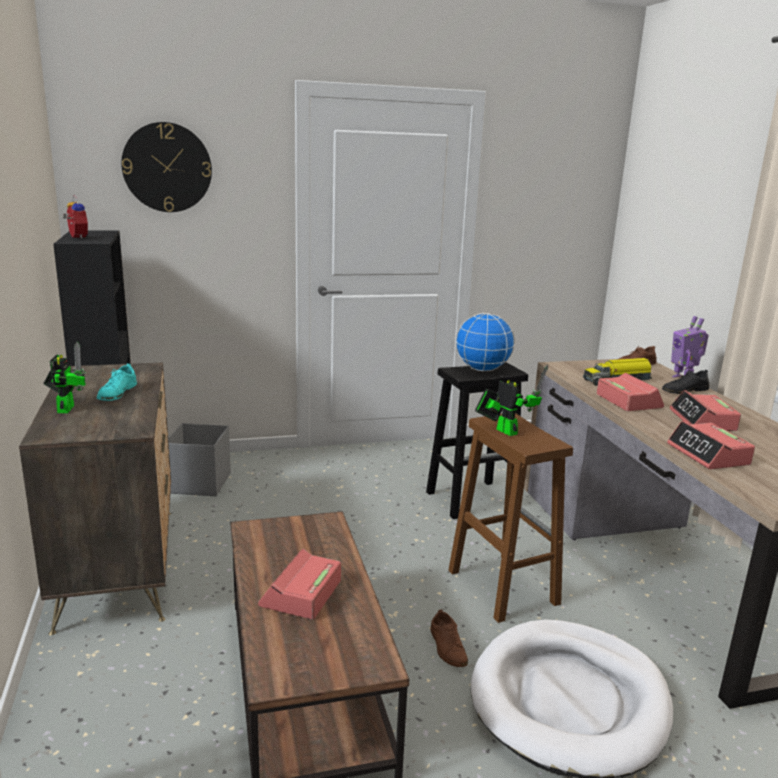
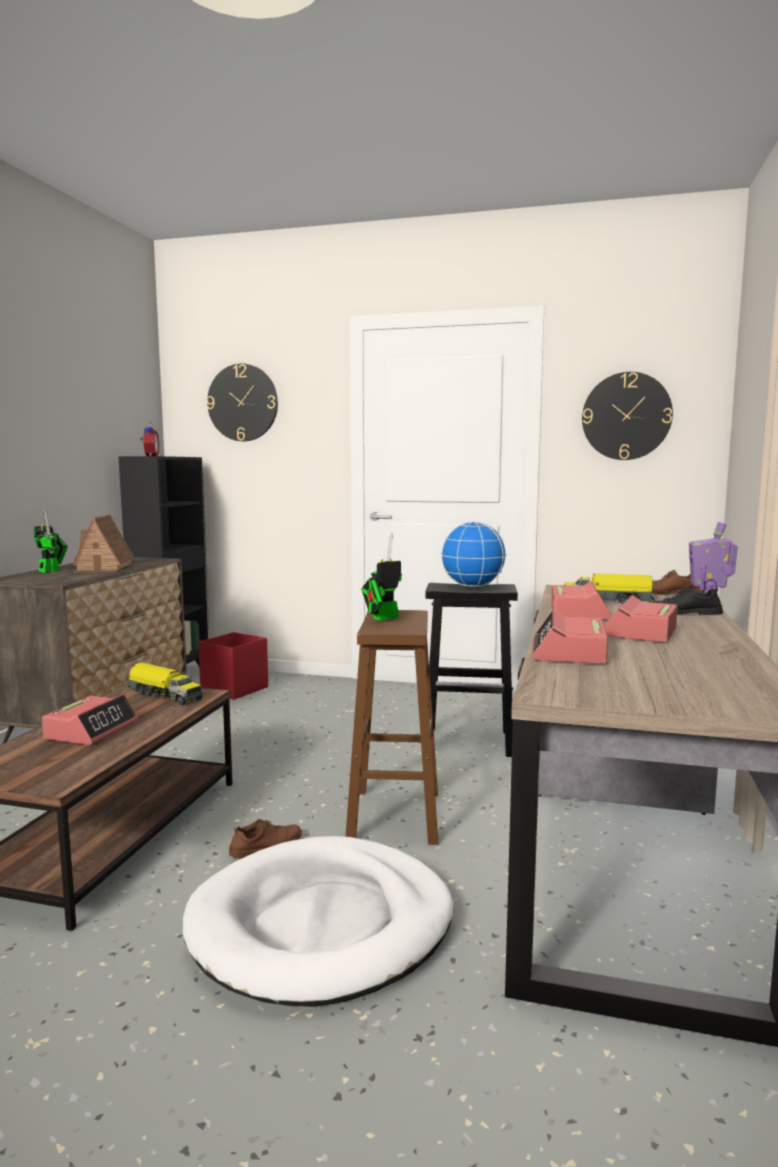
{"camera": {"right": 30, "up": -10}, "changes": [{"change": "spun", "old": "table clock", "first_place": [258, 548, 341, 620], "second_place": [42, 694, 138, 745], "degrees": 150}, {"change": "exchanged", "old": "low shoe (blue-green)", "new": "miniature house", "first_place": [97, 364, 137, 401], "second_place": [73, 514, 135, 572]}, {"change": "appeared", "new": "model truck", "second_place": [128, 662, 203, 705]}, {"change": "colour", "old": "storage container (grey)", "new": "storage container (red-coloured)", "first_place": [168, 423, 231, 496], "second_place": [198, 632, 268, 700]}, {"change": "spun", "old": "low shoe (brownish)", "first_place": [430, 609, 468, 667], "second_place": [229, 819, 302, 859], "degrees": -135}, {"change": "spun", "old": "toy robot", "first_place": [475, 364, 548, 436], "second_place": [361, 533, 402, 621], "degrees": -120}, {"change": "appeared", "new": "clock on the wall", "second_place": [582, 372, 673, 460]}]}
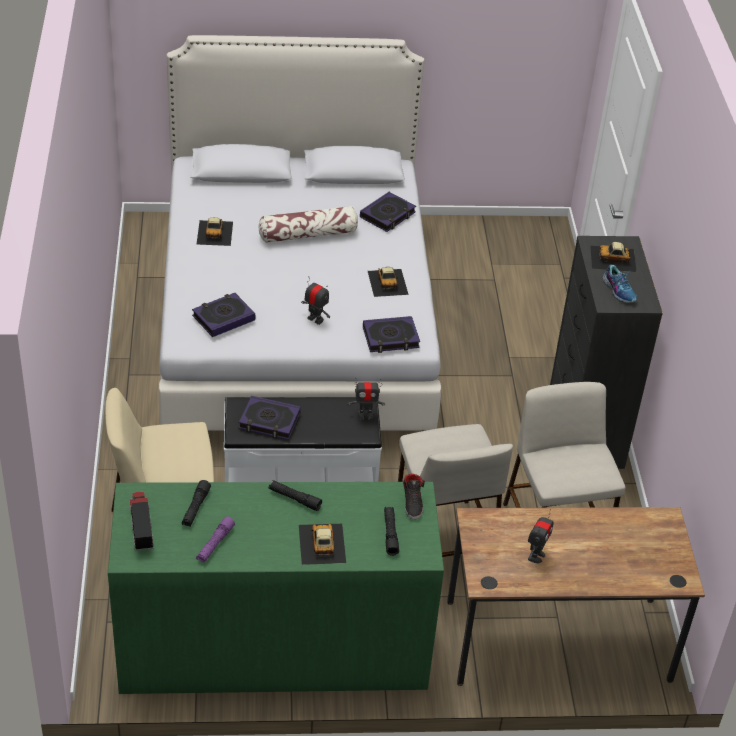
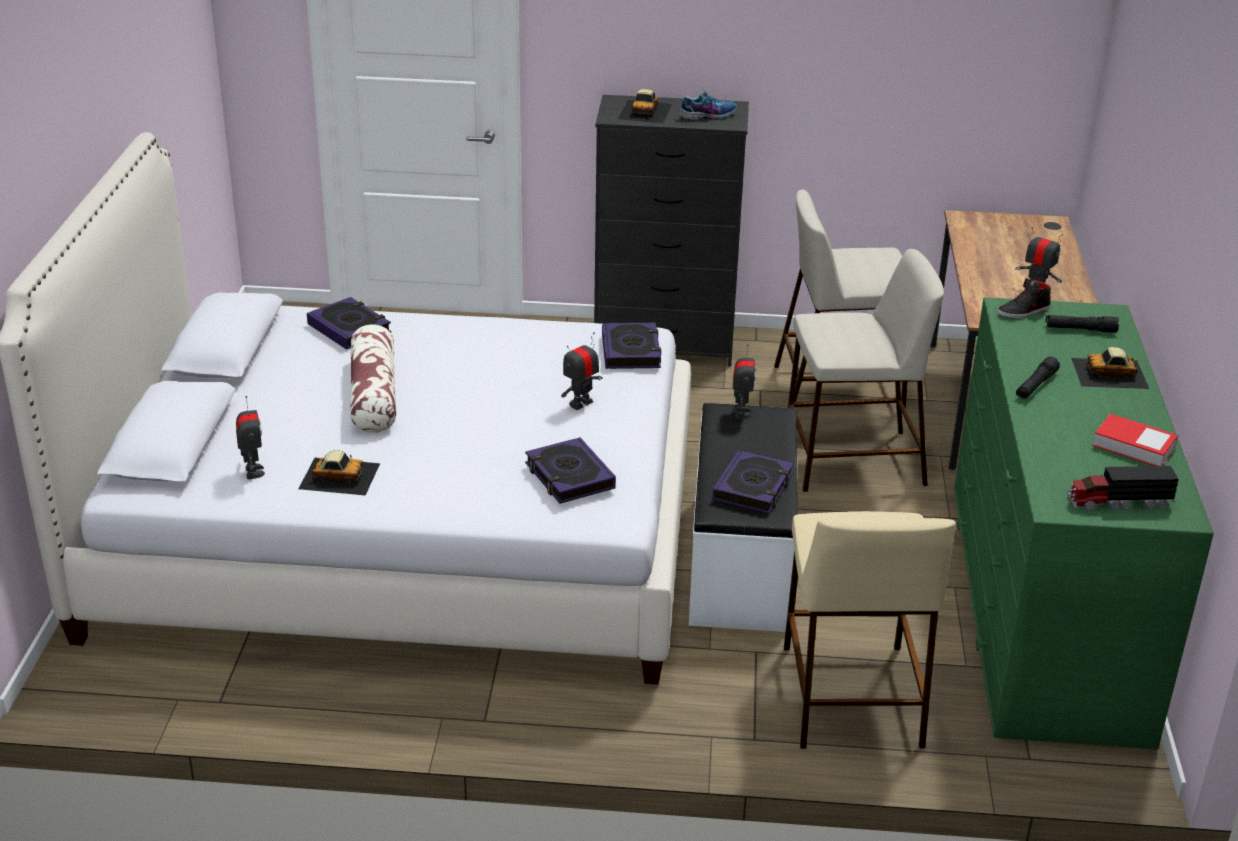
{"camera": {"right": -80, "up": -10}, "changes": [{"change": "appeared", "new": "toy robot", "second_place": [236, 396, 265, 479]}, {"change": "spun", "old": "low shoe (blackish)", "first_place": [403, 474, 425, 519], "second_place": [997, 278, 1051, 318], "degrees": 150}, {"change": "exchanged", "old": "hand torch (purple)", "new": "bound book", "first_place": [196, 516, 235, 563], "second_place": [1092, 414, 1178, 466]}, {"change": "missing", "old": "hand torch (blackish)", "first_place": [182, 480, 211, 527]}, {"change": "missing", "old": "miniature car", "first_place": [368, 267, 409, 297]}]}
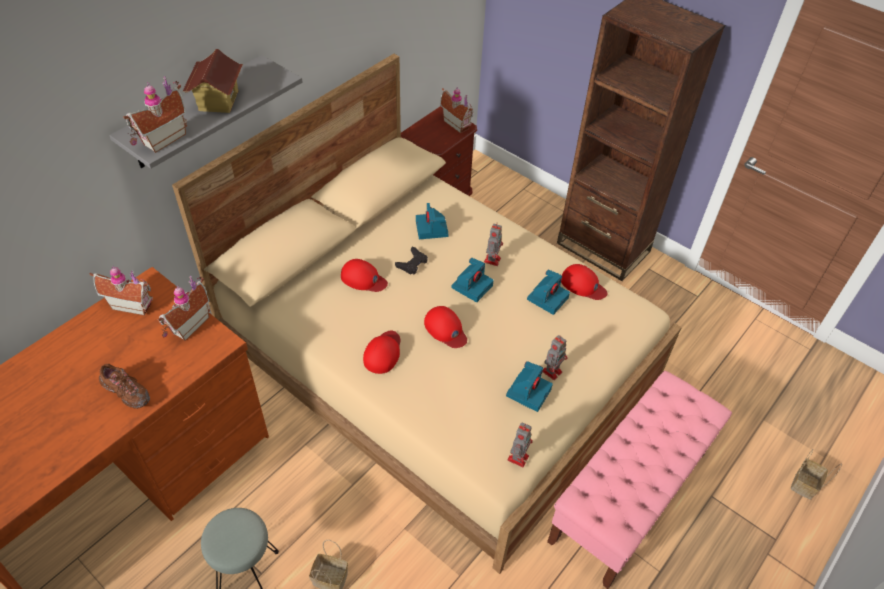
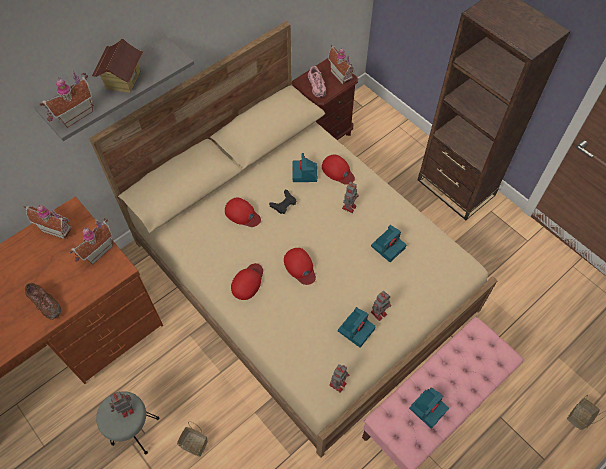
{"camera": {"right": 10, "up": 10}, "changes": [{"change": "appeared", "new": "toy robot", "second_place": [109, 391, 134, 418]}, {"change": "appeared", "new": "low shoe (pinkish)", "second_place": [308, 66, 326, 97]}, {"change": "relocated", "old": "baseball cap (red-coloured)", "first_place": [561, 264, 607, 300], "second_place": [322, 155, 355, 185]}, {"change": "relocated", "old": "still camera", "first_place": [451, 258, 494, 302], "second_place": [409, 387, 449, 429]}]}
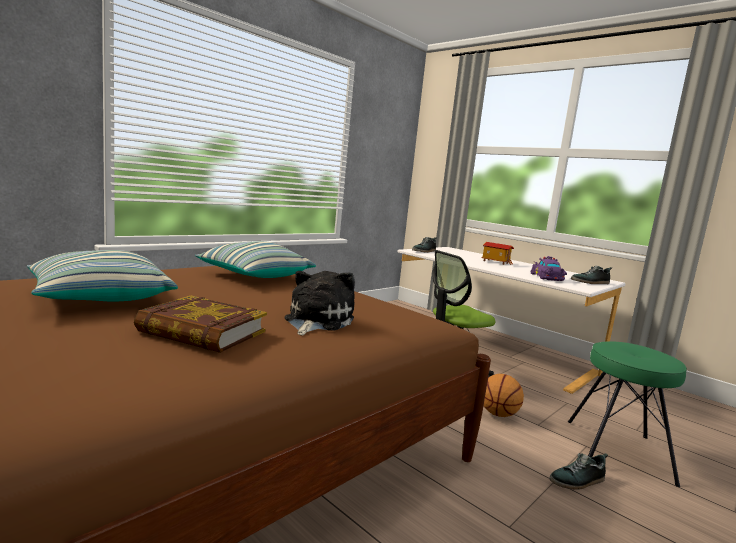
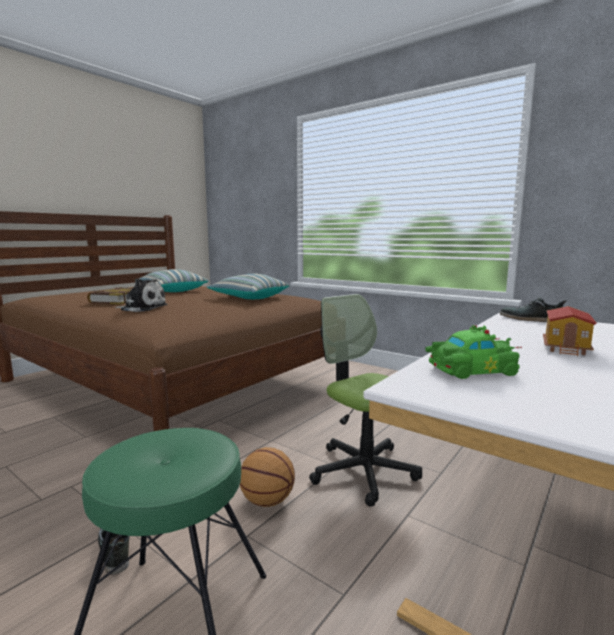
{"camera": {"right": 85, "up": 0}, "changes": [{"change": "colour", "old": "miniature car (purple)", "new": "miniature car (greenish)", "first_place": [530, 256, 567, 281], "second_place": [425, 325, 522, 379]}, {"change": "missing", "old": "low shoe", "first_place": [571, 266, 612, 284]}]}
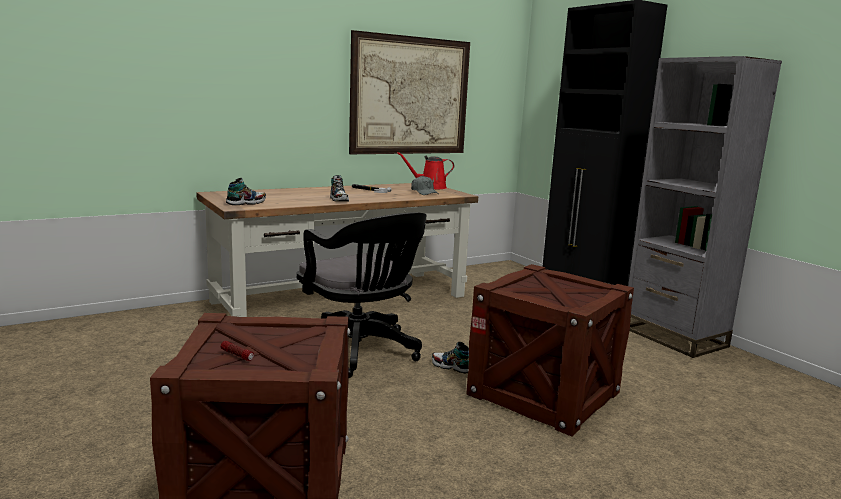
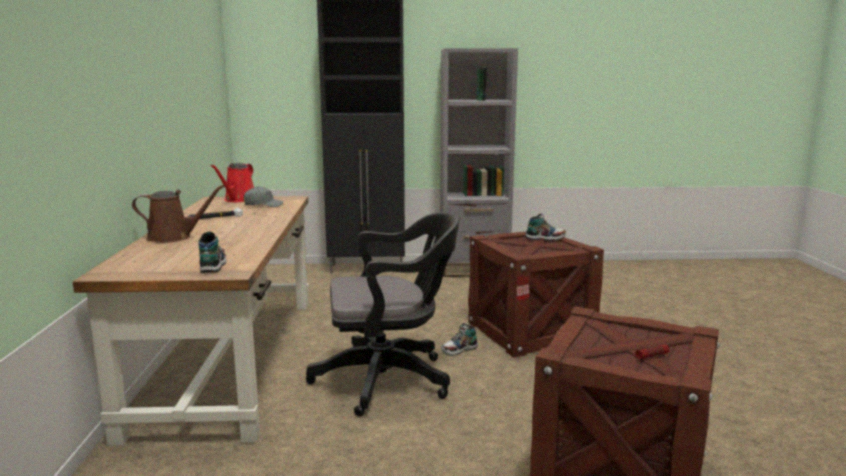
{"camera": {"right": -60, "up": 0}, "changes": [{"change": "appeared", "new": "watering pot (brownish)", "second_place": [132, 185, 225, 243]}, {"change": "relocated", "old": "low shoe", "first_place": [330, 175, 349, 202], "second_place": [525, 214, 566, 241]}, {"change": "missing", "old": "picture", "first_place": [349, 30, 470, 154]}]}
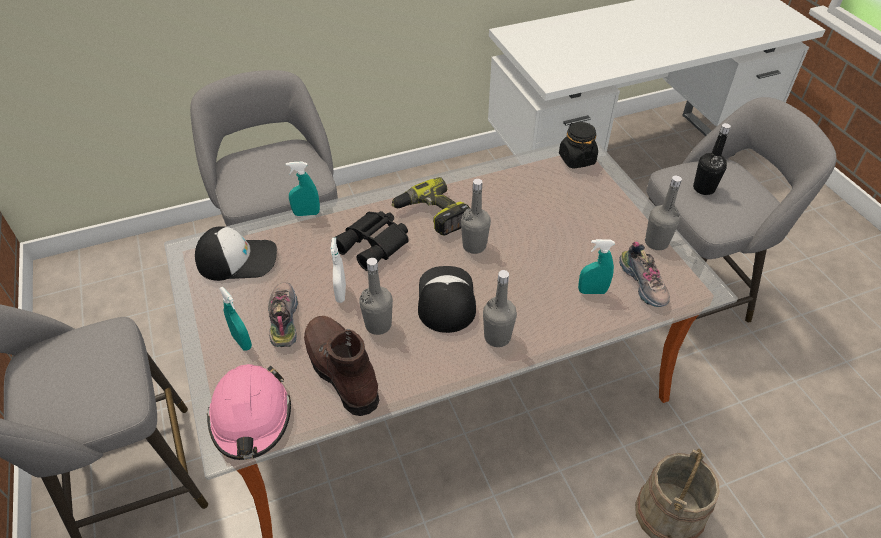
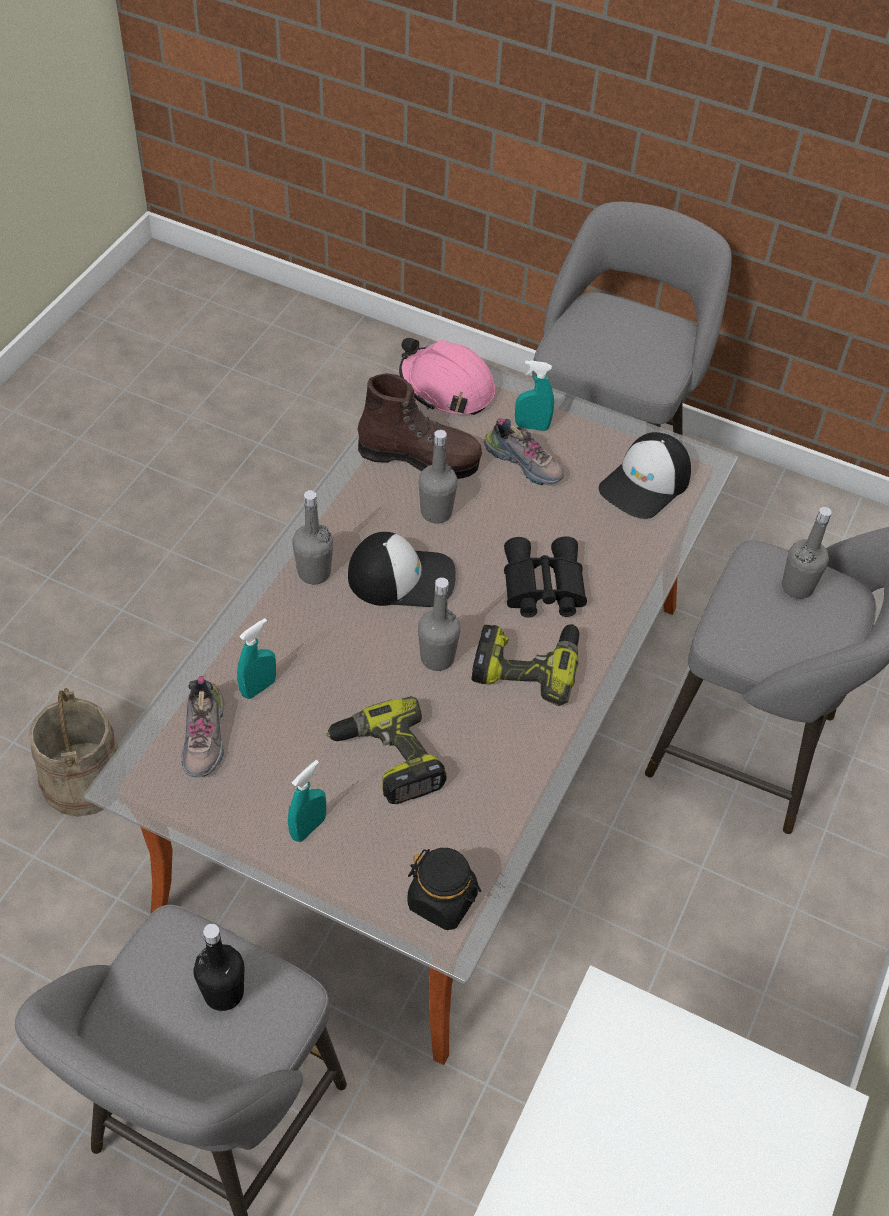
{"camera": {"right": 135, "up": 5}, "changes": [{"change": "spun", "old": "low shoe", "first_place": [619, 242, 670, 307], "second_place": [182, 676, 224, 777], "degrees": -120}, {"change": "relocated", "old": "spray bottle (blue-green)", "first_place": [286, 162, 320, 216], "second_place": [288, 760, 326, 842]}, {"change": "appeared", "new": "drill", "second_place": [326, 696, 447, 804]}, {"change": "spun", "old": "baseball cap", "first_place": [418, 266, 476, 333], "second_place": [348, 532, 456, 607], "degrees": -45}, {"change": "relocated", "old": "drink bottle (grey)", "first_place": [645, 175, 682, 250], "second_place": [782, 507, 832, 599]}, {"change": "missing", "old": "spray bottle (whitish)", "first_place": [331, 238, 346, 303]}]}
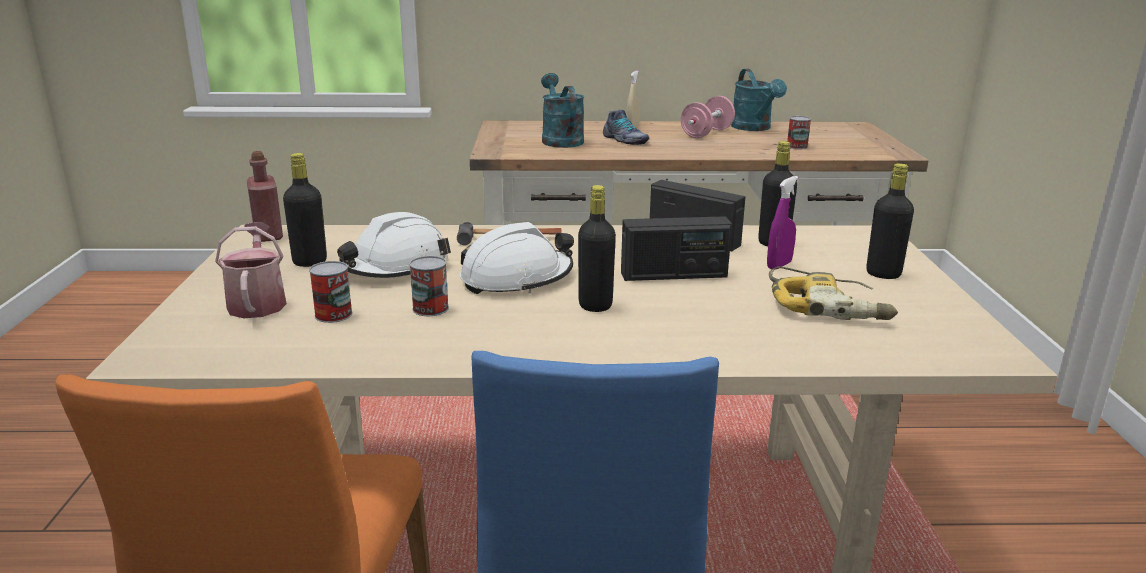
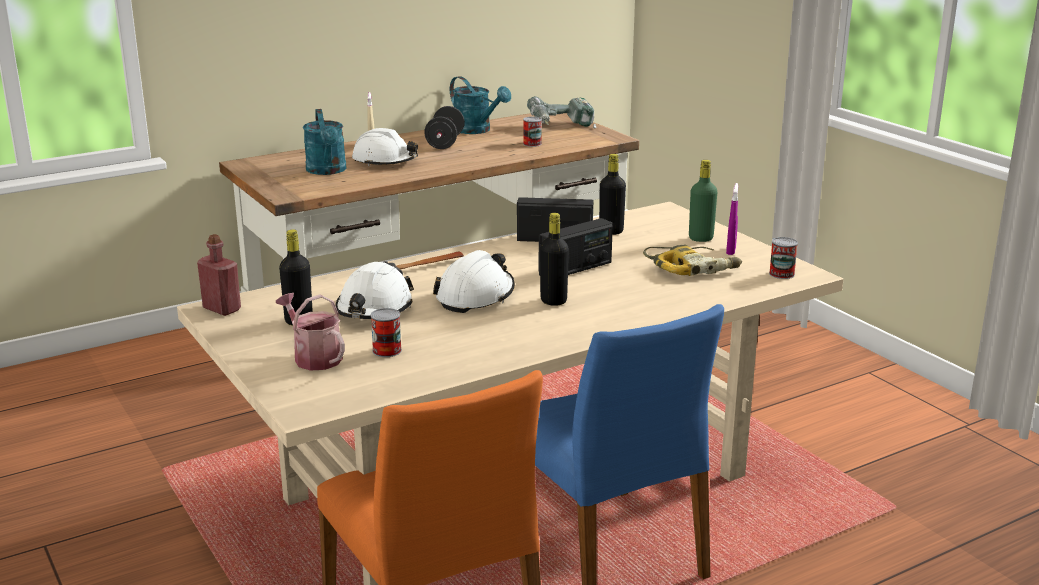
{"camera": {"right": -30, "up": 0}, "changes": [{"change": "spun", "old": "watering pot (blue-green)", "first_place": [541, 73, 585, 148], "second_place": [303, 109, 347, 175], "degrees": -150}, {"change": "exchanged", "old": "low shoe", "new": "safety helmet (whitish)", "first_place": [603, 110, 649, 145], "second_place": [352, 128, 418, 166]}, {"change": "colour", "old": "hand weight (pinkish)", "new": "hand weight (blackish)", "first_place": [681, 96, 735, 138], "second_place": [424, 106, 465, 149]}, {"change": "appeared", "new": "drill", "second_place": [527, 96, 597, 128]}, {"change": "colour", "old": "drink bottle (blackish)", "new": "drink bottle (greenish)", "first_place": [866, 163, 914, 279], "second_place": [689, 160, 717, 242]}, {"change": "relocated", "old": "spray bottle (purple)", "first_place": [767, 176, 798, 270], "second_place": [726, 183, 738, 255]}, {"change": "relocated", "old": "can", "first_place": [409, 256, 449, 316], "second_place": [769, 237, 798, 279]}]}
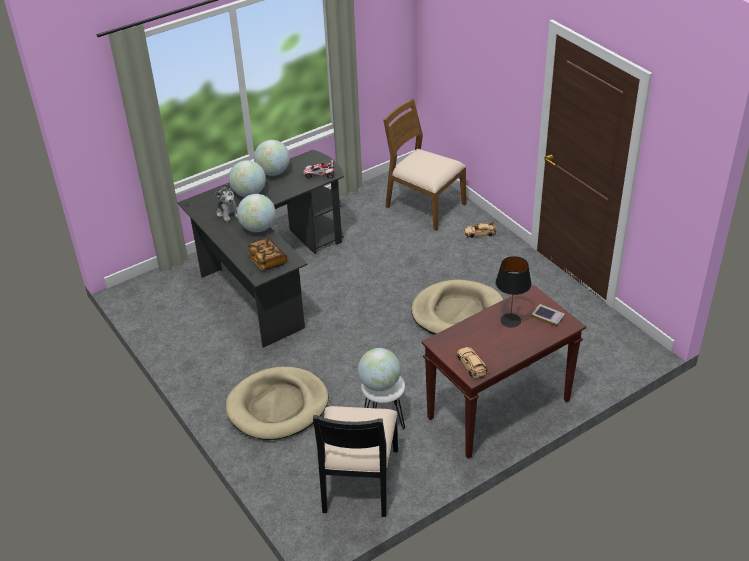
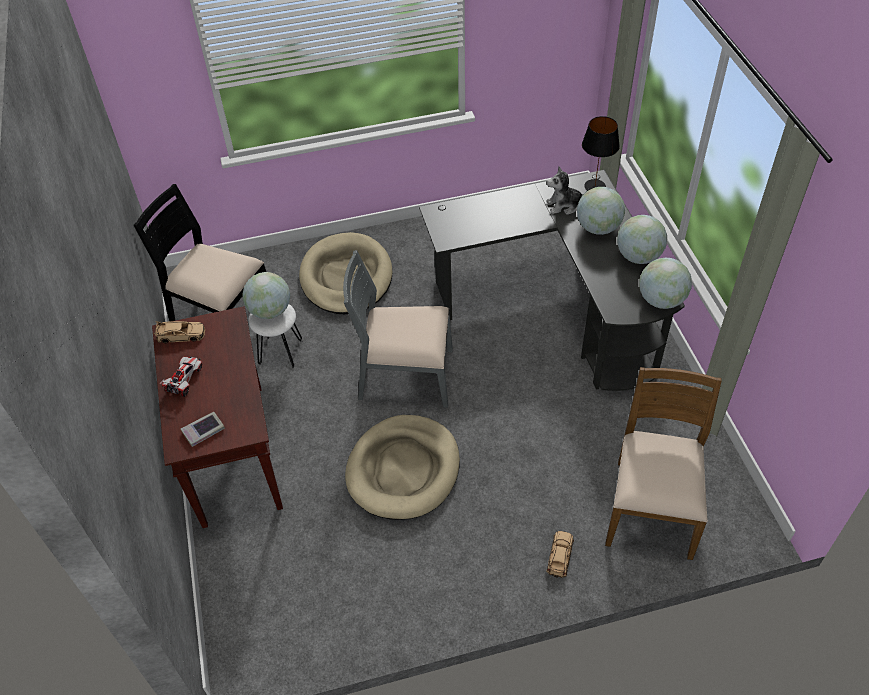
{"camera": {"right": 110, "up": 10}, "changes": [{"change": "relocated", "old": "miniature car", "first_place": [303, 159, 335, 179], "second_place": [160, 356, 202, 397]}, {"change": "appeared", "new": "chair (grey)", "second_place": [343, 250, 453, 408]}, {"change": "relocated", "old": "table lamp (blackish)", "first_place": [496, 256, 532, 327], "second_place": [582, 116, 620, 190]}, {"change": "spun", "old": "chair (brownish)", "first_place": [383, 99, 467, 231], "second_place": [605, 367, 722, 560], "degrees": -45}, {"change": "relocated", "old": "desk globe", "first_place": [237, 194, 276, 232], "second_place": [639, 258, 692, 309]}, {"change": "missing", "old": "bound book", "first_place": [247, 238, 287, 271]}]}
